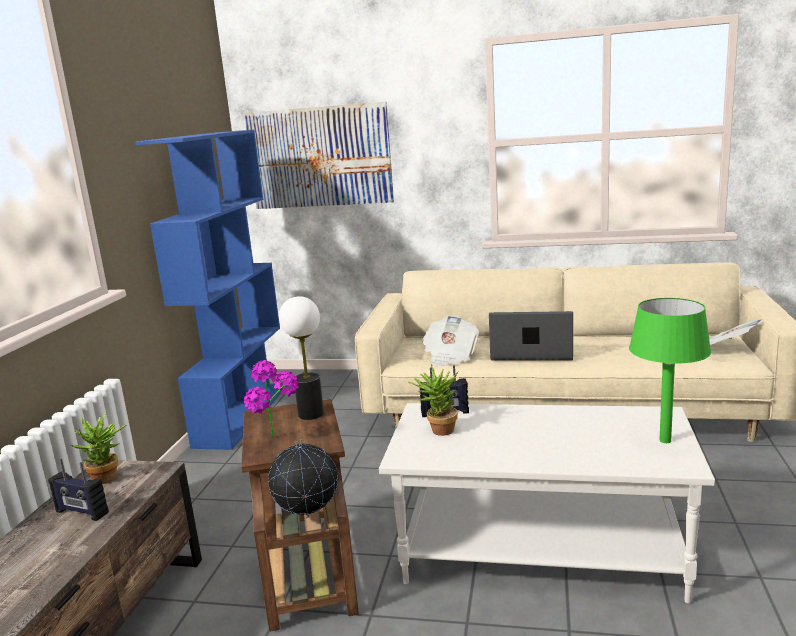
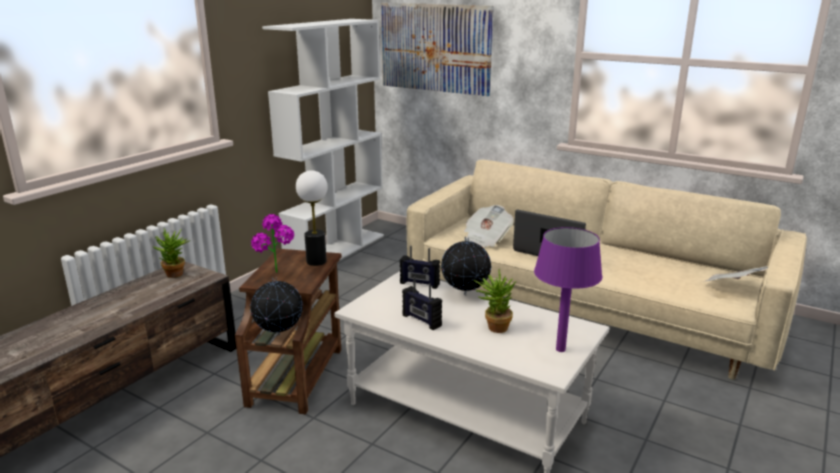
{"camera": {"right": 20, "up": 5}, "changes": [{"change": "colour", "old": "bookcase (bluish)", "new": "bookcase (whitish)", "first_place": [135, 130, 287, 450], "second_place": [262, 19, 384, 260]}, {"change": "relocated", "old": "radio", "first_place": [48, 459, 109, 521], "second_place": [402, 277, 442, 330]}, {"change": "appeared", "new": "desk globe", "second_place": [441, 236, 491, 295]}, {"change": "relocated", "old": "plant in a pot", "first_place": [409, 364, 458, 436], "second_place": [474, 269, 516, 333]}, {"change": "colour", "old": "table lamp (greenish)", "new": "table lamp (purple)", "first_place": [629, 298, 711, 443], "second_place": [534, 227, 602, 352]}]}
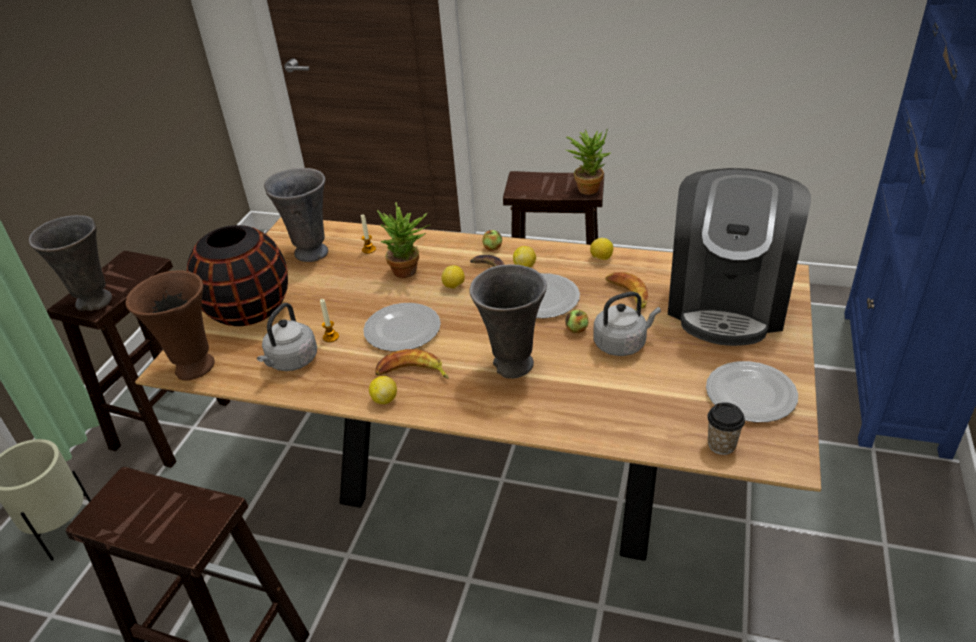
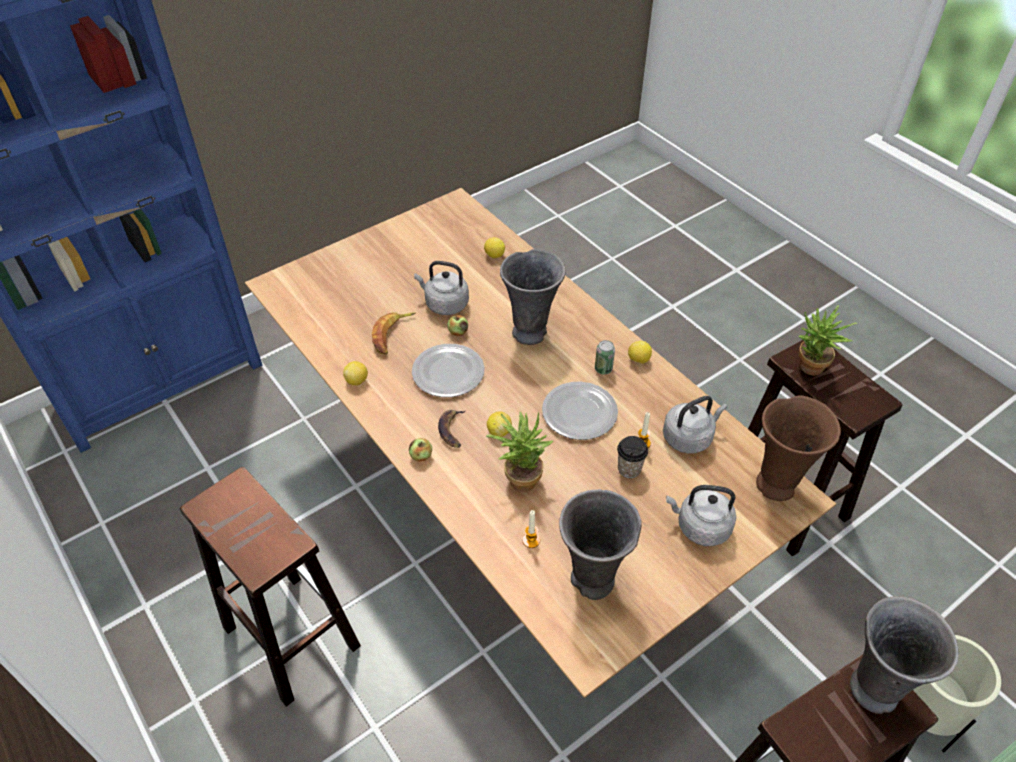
{"camera": {"right": -145, "up": 10}, "changes": [{"change": "relocated", "old": "whole lemon", "first_place": [513, 246, 536, 267], "second_place": [484, 237, 505, 258]}, {"change": "exchanged", "old": "banana fruit", "new": "can", "first_place": [375, 349, 449, 379], "second_place": [595, 340, 615, 375]}, {"change": "relocated", "old": "cup", "first_place": [707, 403, 745, 455], "second_place": [617, 436, 648, 478]}, {"change": "exchanged", "old": "decorative vase (blackish)", "new": "kettle (grey)", "first_place": [187, 225, 288, 326], "second_place": [666, 485, 736, 546]}, {"change": "relocated", "old": "plant in a pot", "first_place": [566, 128, 611, 195], "second_place": [799, 305, 857, 375]}, {"change": "missing", "old": "coffee brewer", "first_place": [668, 168, 811, 346]}, {"change": "missing", "old": "flat dish", "first_place": [706, 361, 798, 422]}]}
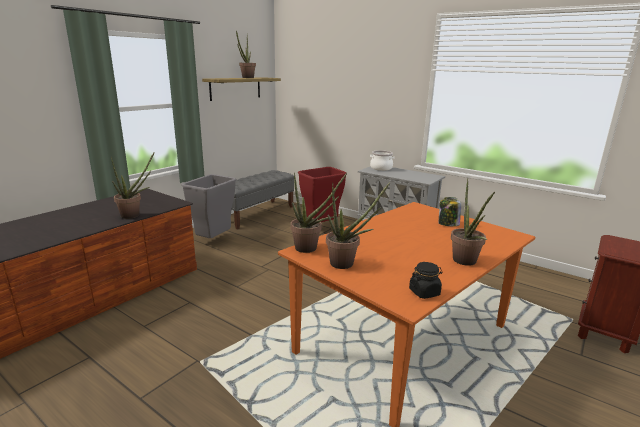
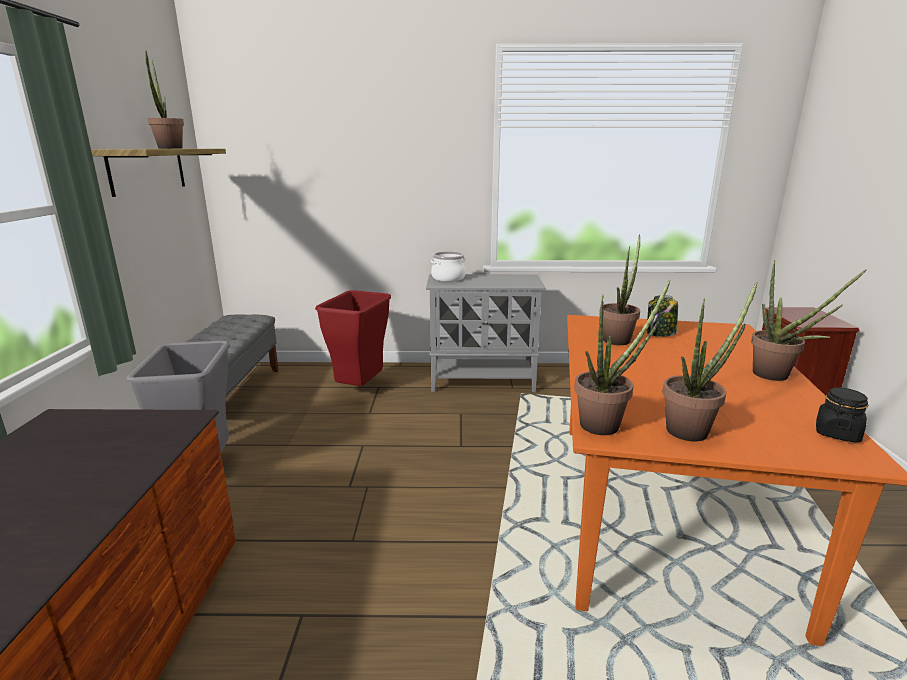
{"camera": {"right": -35, "up": 0}, "changes": [{"change": "relocated", "old": "plant in a pot", "first_place": [111, 153, 154, 219], "second_place": [599, 234, 640, 345]}]}
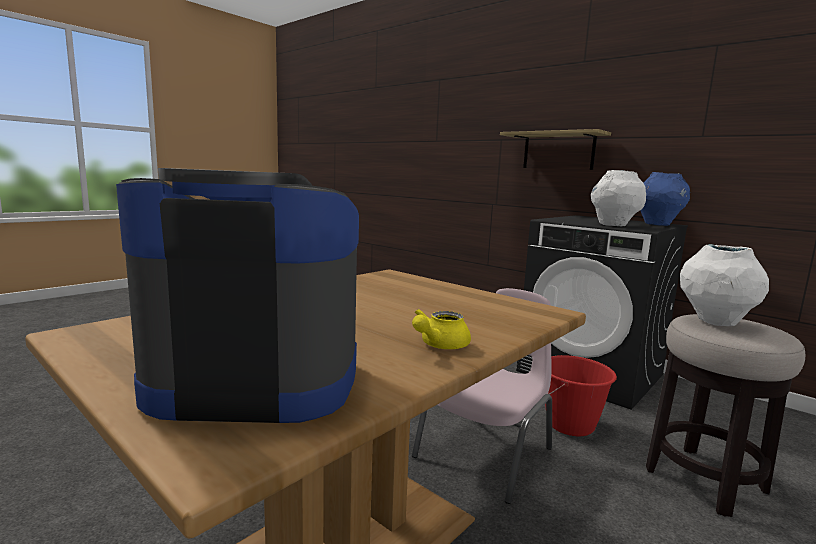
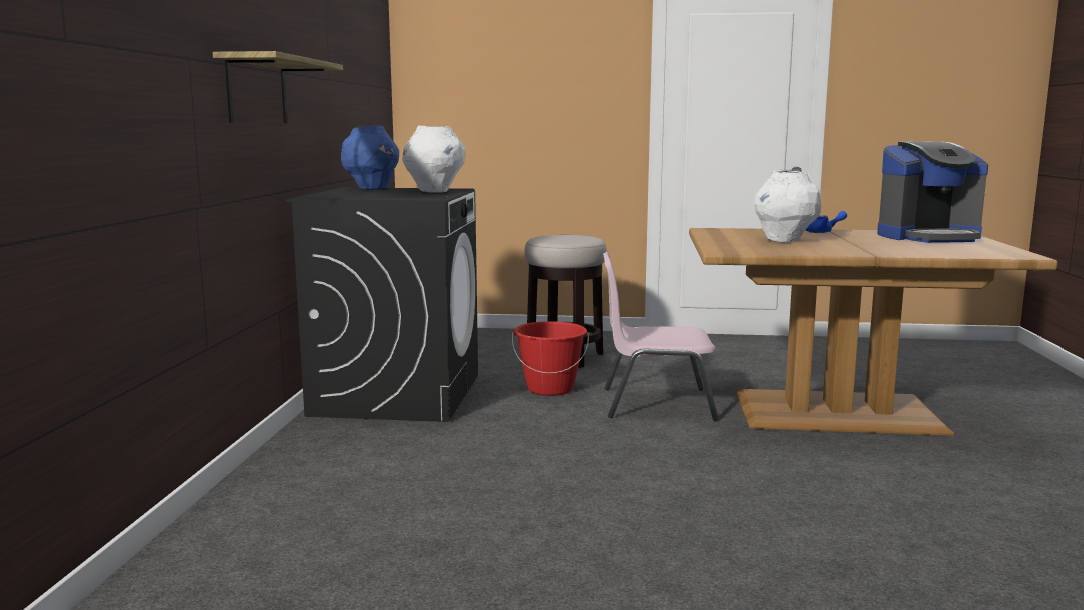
{"camera": {"right": -125, "up": 0}, "changes": [{"change": "relocated", "old": "decorative vase (whitish)", "first_place": [680, 244, 769, 326], "second_place": [755, 170, 821, 242]}, {"change": "colour", "old": "pot for tea (yellow-coloured)", "new": "pot for tea (bluish)", "first_place": [412, 309, 471, 349], "second_place": [805, 211, 847, 233]}, {"change": "spun", "old": "coffee brewer", "first_place": [116, 168, 359, 423], "second_place": [877, 142, 988, 243], "degrees": -60}]}
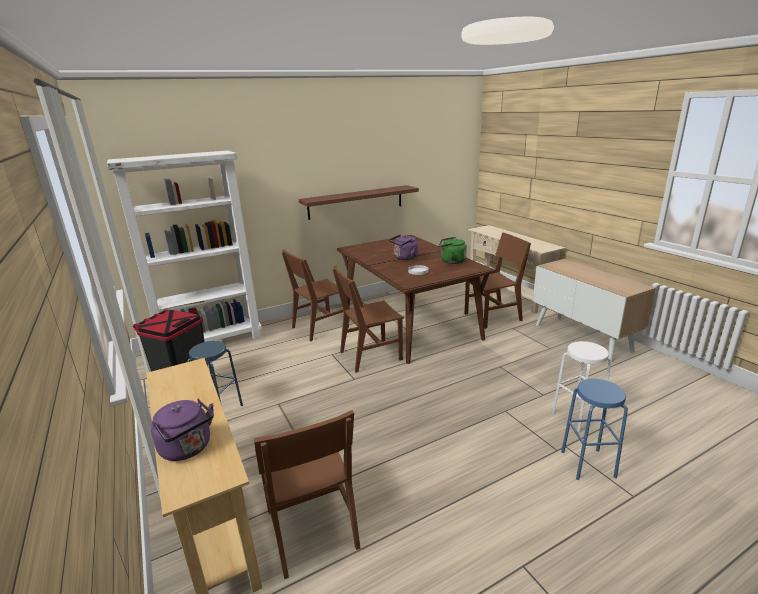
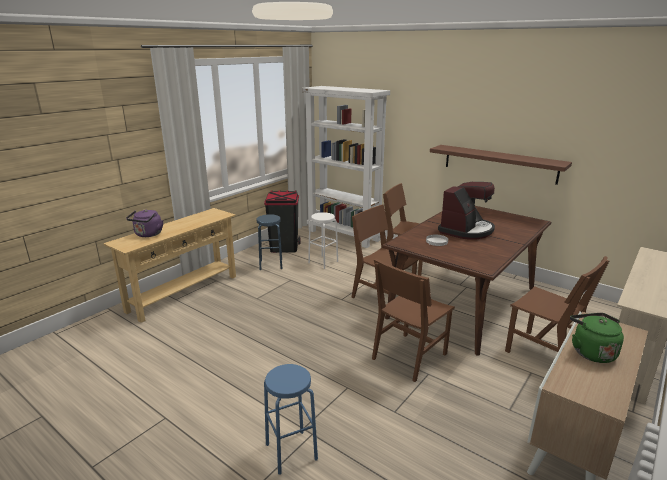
{"camera": {"right": 65, "up": 0}, "changes": [{"change": "relocated", "old": "stool seat (whitish)", "first_place": [552, 341, 611, 432], "second_place": [308, 212, 338, 269]}, {"change": "relocated", "old": "chair (brownish)", "first_place": [254, 410, 361, 579], "second_place": [372, 258, 455, 382]}, {"change": "exchanged", "old": "kettle (purple)", "new": "coffee brewer", "first_place": [389, 234, 418, 260], "second_place": [438, 182, 495, 240]}, {"change": "relocated", "old": "kettle (greenish)", "first_place": [439, 237, 467, 264], "second_place": [570, 313, 624, 363]}]}
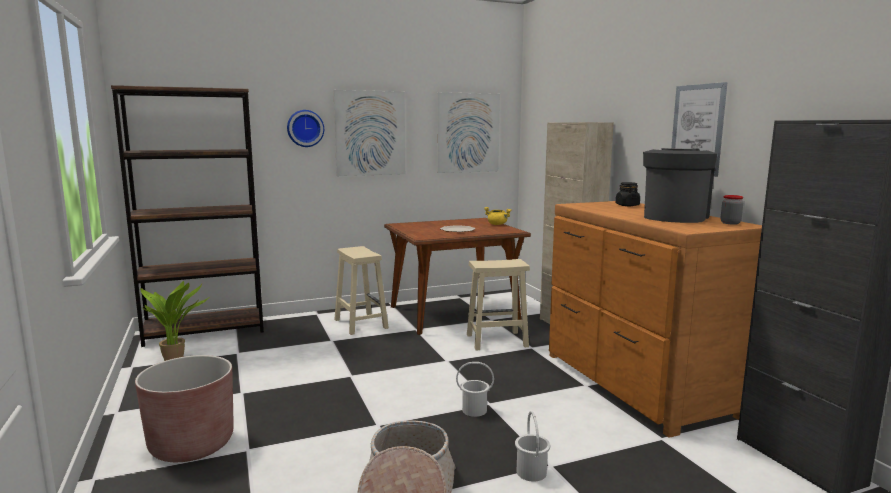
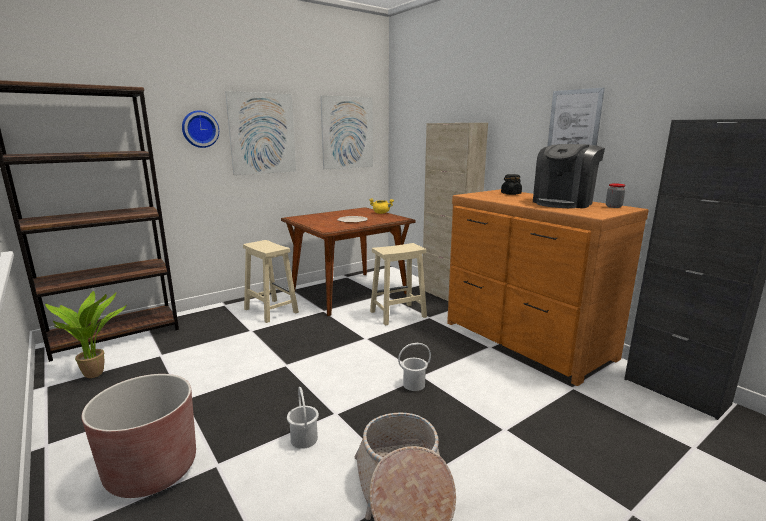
{"camera": {"right": -15, "up": 5}, "changes": [{"change": "relocated", "old": "bucket (whitish)", "first_place": [515, 411, 550, 482], "second_place": [287, 387, 319, 449]}, {"change": "spun", "old": "coffee brewer", "first_place": [643, 148, 717, 223], "second_place": [533, 144, 605, 208], "degrees": -150}]}
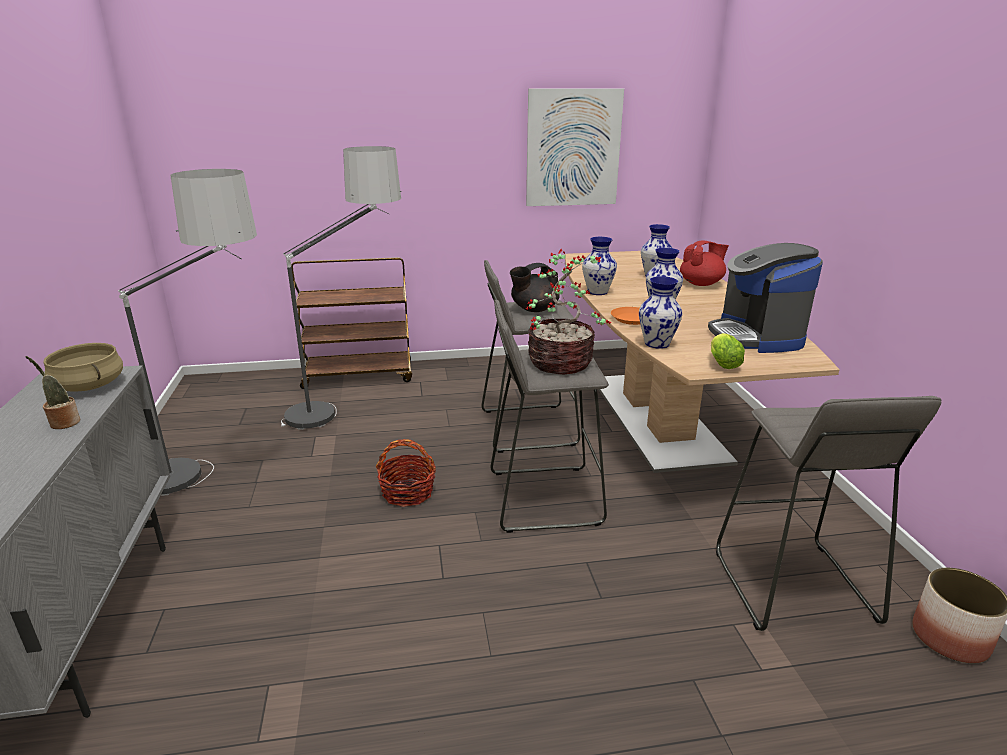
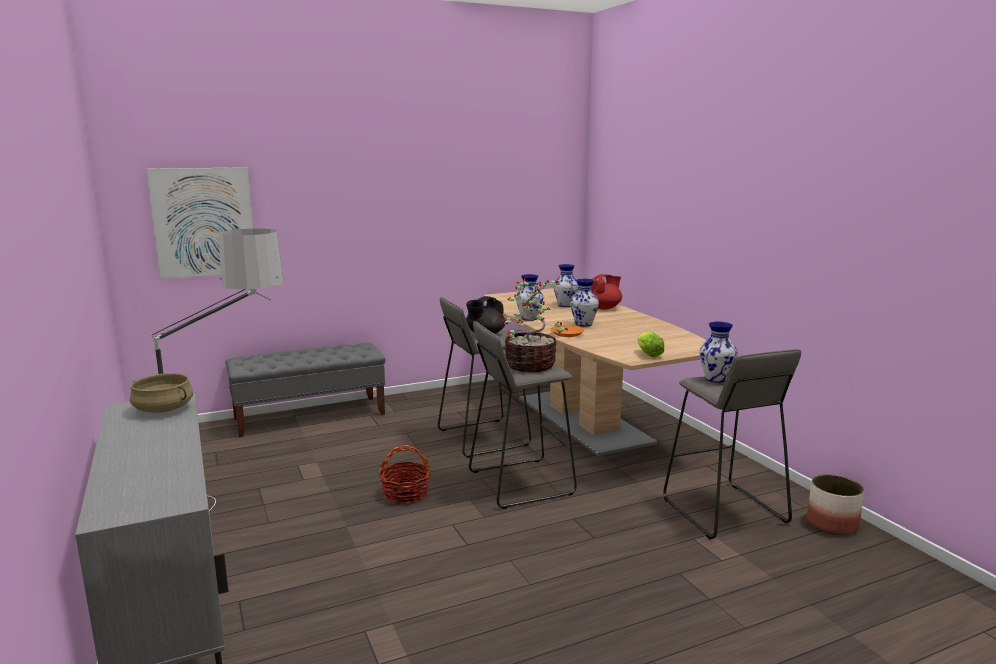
{"camera": {"right": -15, "up": -10}, "changes": [{"change": "relocated", "old": "picture", "first_place": [526, 88, 624, 206], "second_place": [147, 167, 253, 279]}, {"change": "exchanged", "old": "cart (brownish)", "new": "long seat (grey)", "first_place": [291, 257, 412, 389], "second_place": [226, 342, 385, 438]}, {"change": "relocated", "old": "decorative vase", "first_place": [639, 276, 682, 349], "second_place": [700, 321, 738, 383]}, {"change": "missing", "old": "plant in a pot", "first_place": [25, 356, 80, 429]}, {"change": "missing", "old": "standard lamp", "first_place": [281, 146, 402, 430]}, {"change": "missing", "old": "coffee brewer", "first_place": [708, 243, 823, 353]}]}
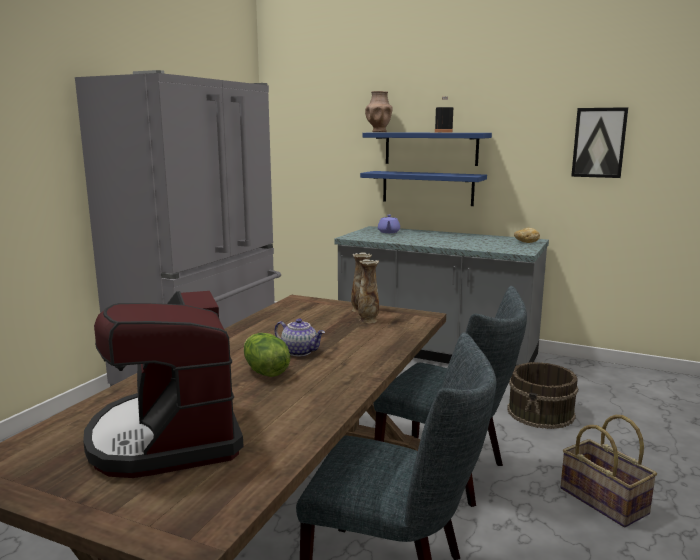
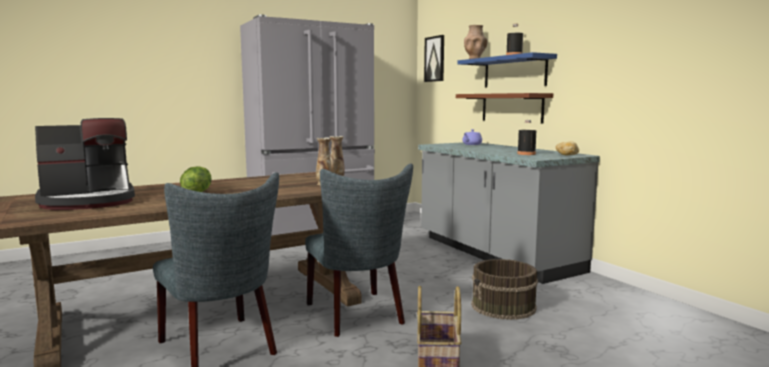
{"camera": {"right": 35, "up": -5}, "changes": [{"change": "spun", "old": "coffee brewer", "first_place": [83, 291, 244, 478], "second_place": [35, 118, 135, 210], "degrees": -135}, {"change": "relocated", "old": "picture", "first_place": [571, 107, 628, 178], "second_place": [424, 35, 444, 82]}, {"change": "colour", "old": "wall shelf (bluish)", "new": "wall shelf (brownish)", "first_place": [360, 171, 487, 206], "second_place": [456, 93, 553, 124]}, {"change": "appeared", "new": "drink bottle (blackish)", "second_place": [517, 120, 536, 155]}, {"change": "missing", "old": "pot for tea", "first_place": [274, 318, 325, 356]}]}
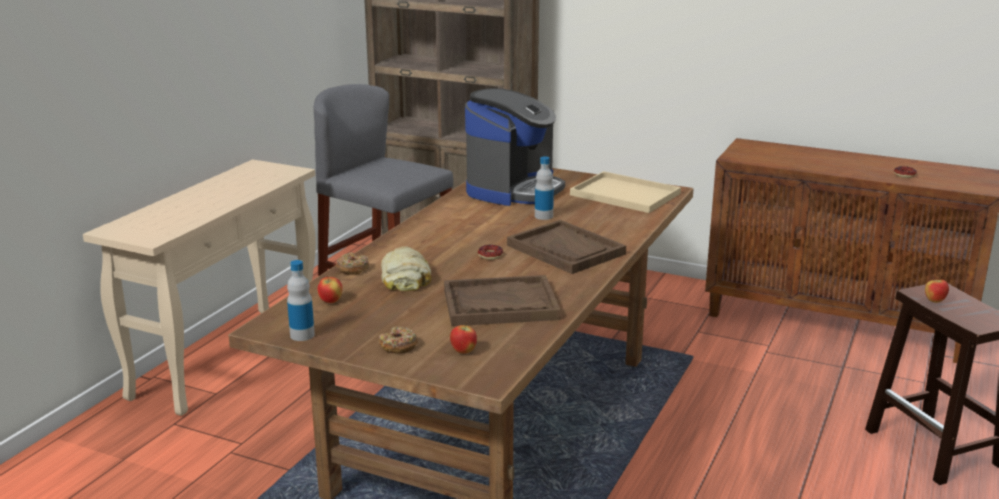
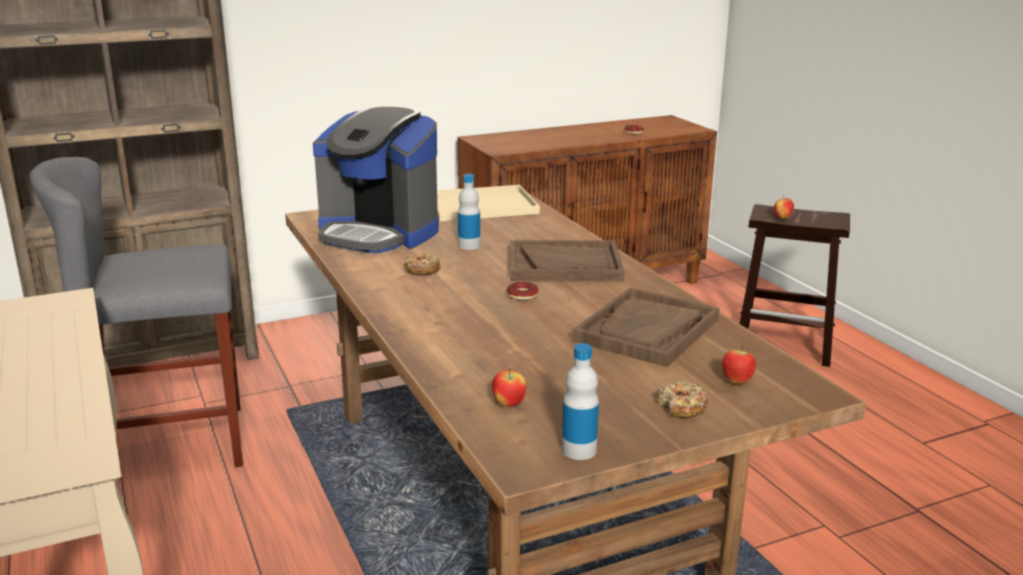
{"camera": {"right": -50, "up": 0}, "changes": [{"change": "spun", "old": "coffee brewer", "first_place": [465, 88, 565, 206], "second_place": [313, 106, 439, 253], "degrees": 135}, {"change": "relocated", "old": "ring doughnut", "first_place": [336, 252, 369, 275], "second_place": [404, 252, 441, 276]}, {"change": "missing", "old": "bread", "first_place": [381, 246, 432, 291]}]}
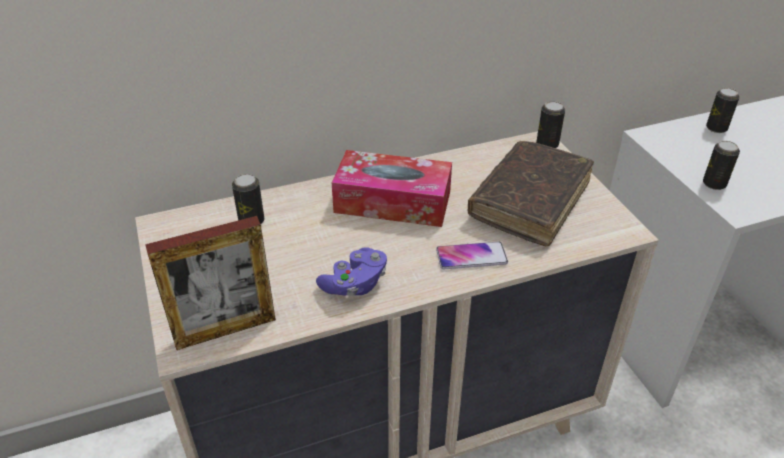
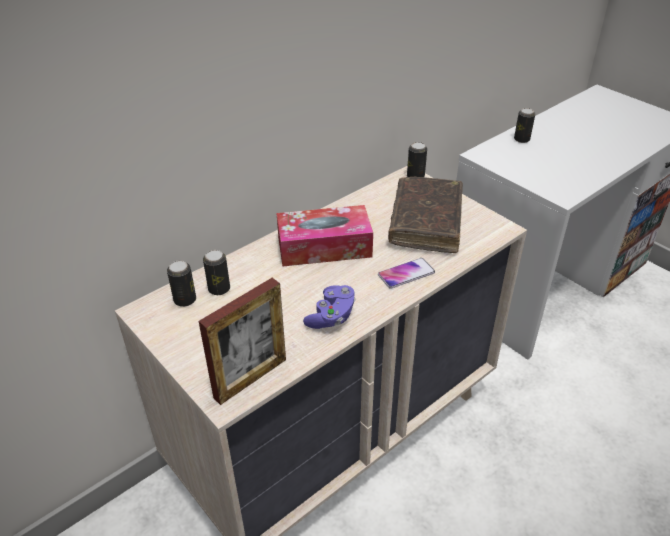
{"camera": {"right": -20, "up": 0}, "changes": [{"change": "relocated", "old": "can", "first_place": [703, 141, 740, 190], "second_place": [167, 260, 196, 307]}]}
